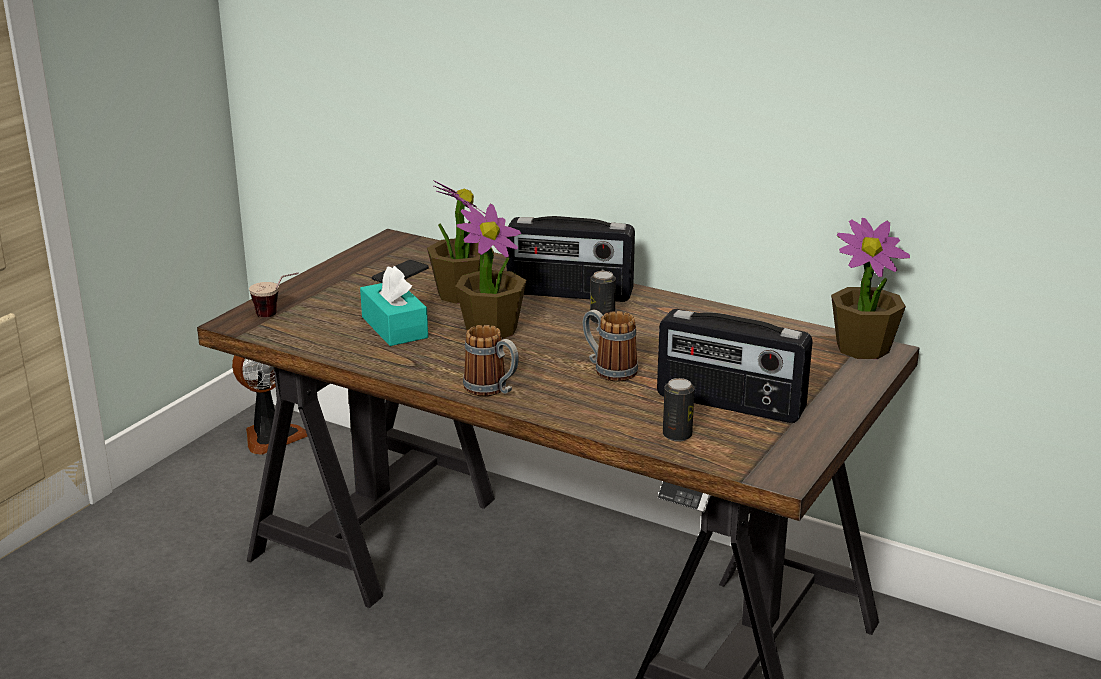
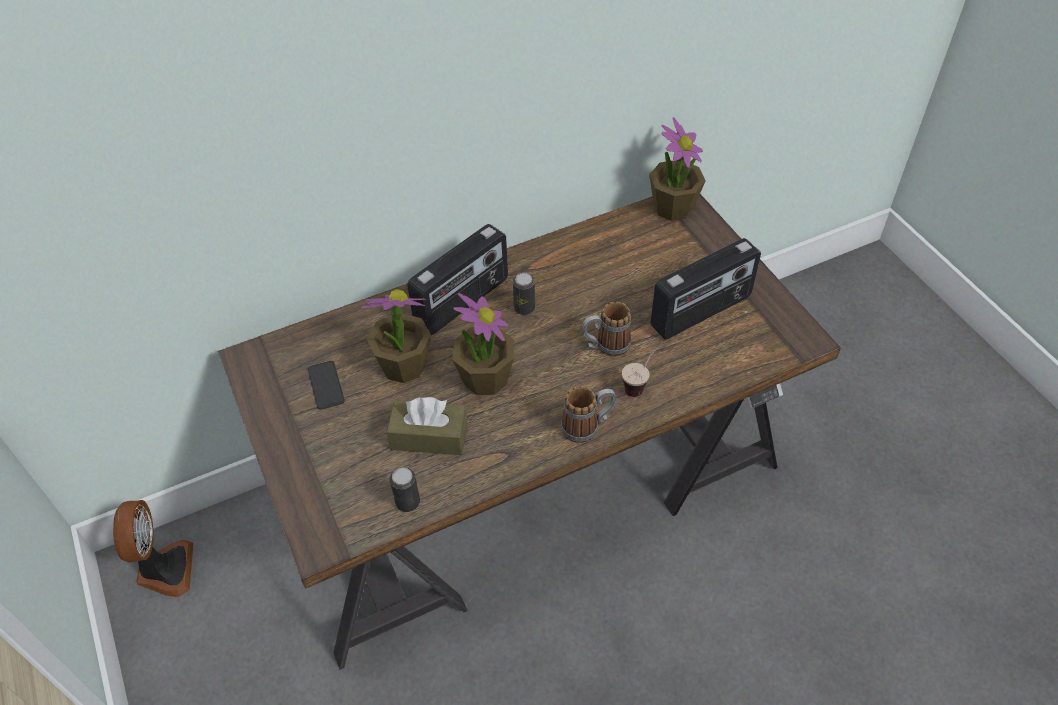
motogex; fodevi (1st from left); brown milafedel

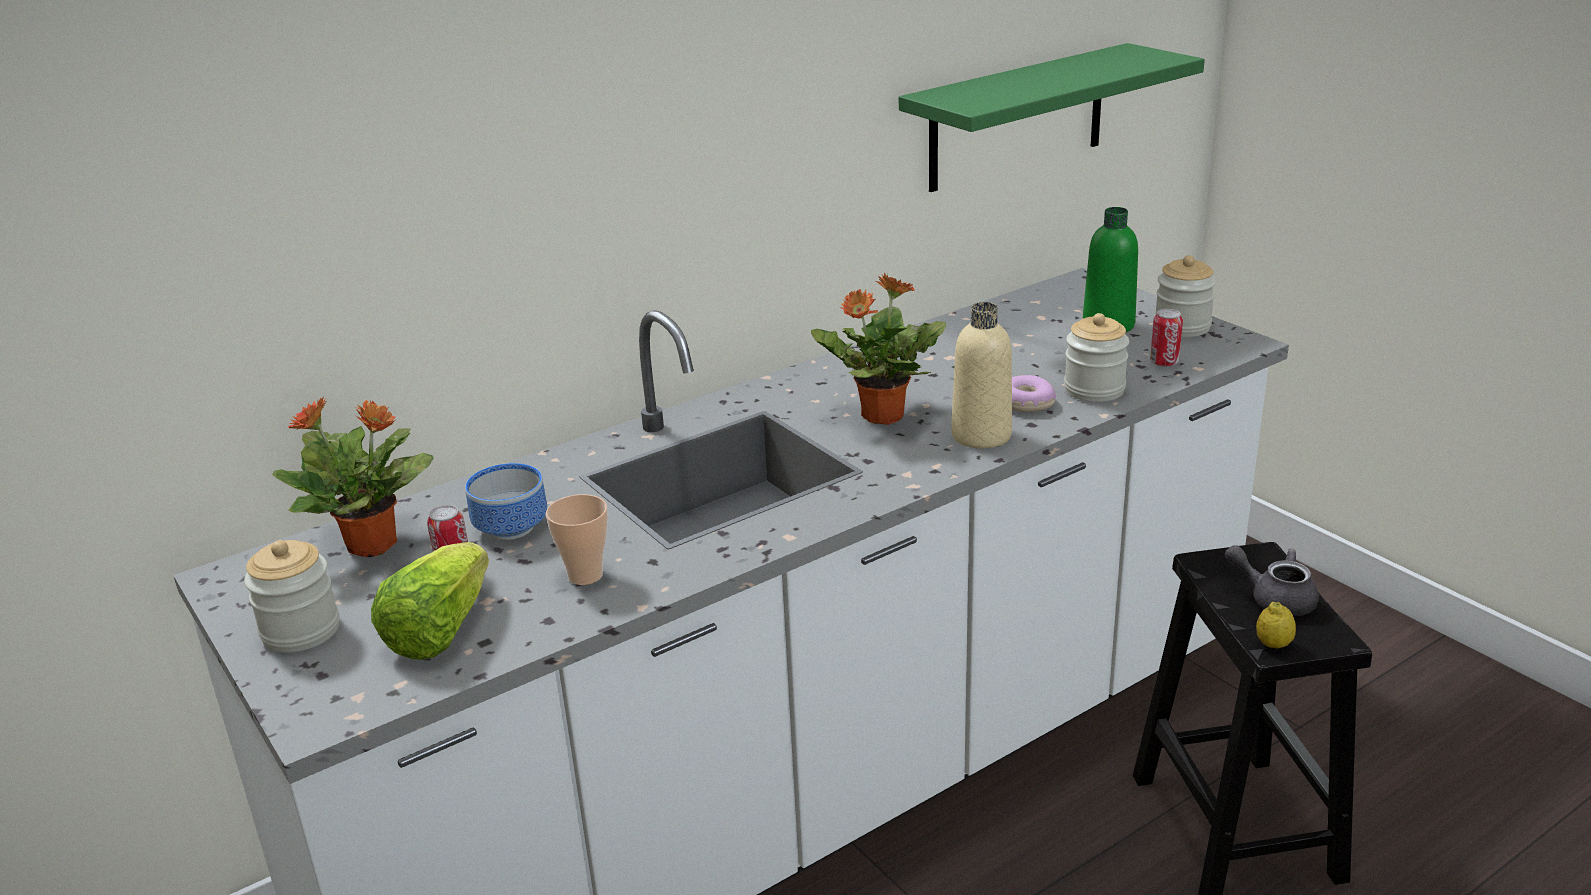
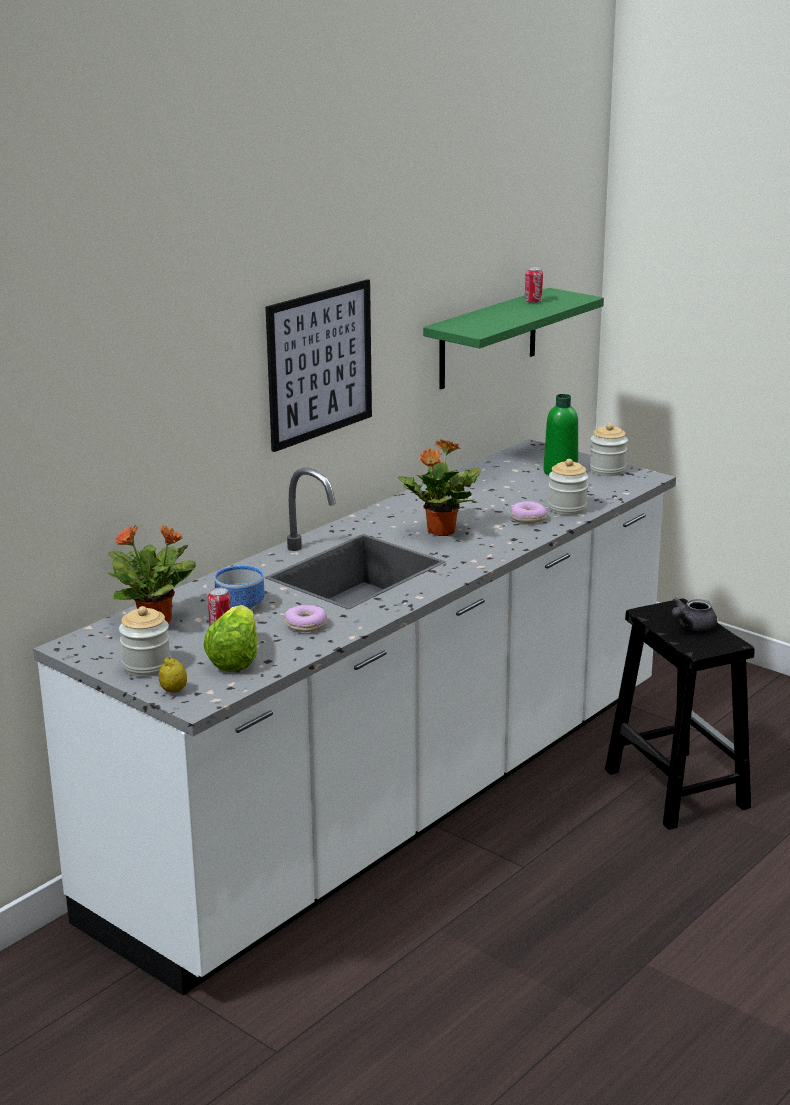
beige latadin; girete; fodevi (2nd from left); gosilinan; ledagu (1st from left); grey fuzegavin

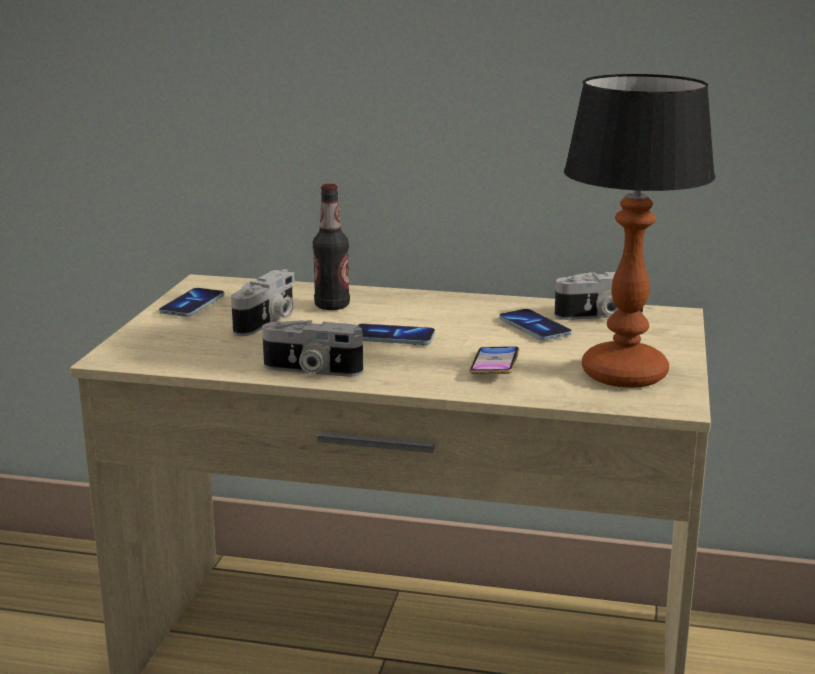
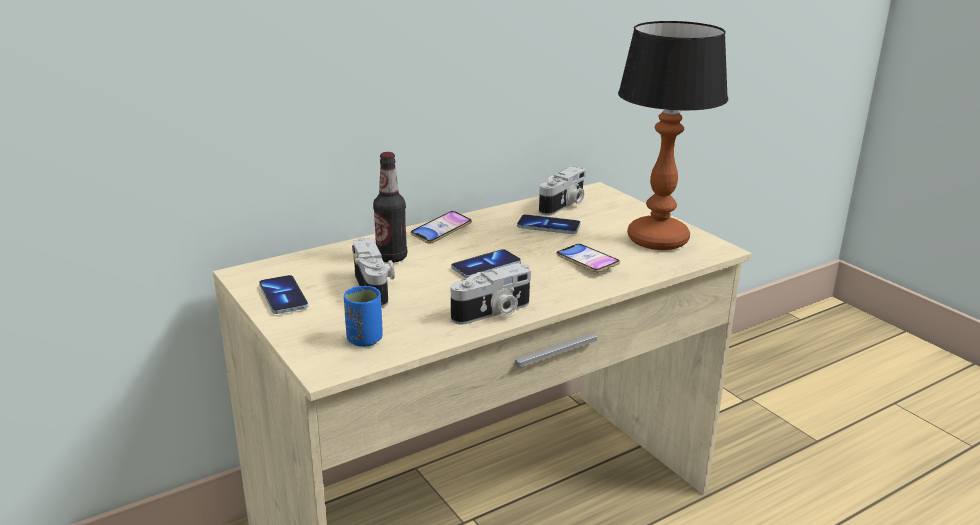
blue motogex; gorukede (2nd from left)

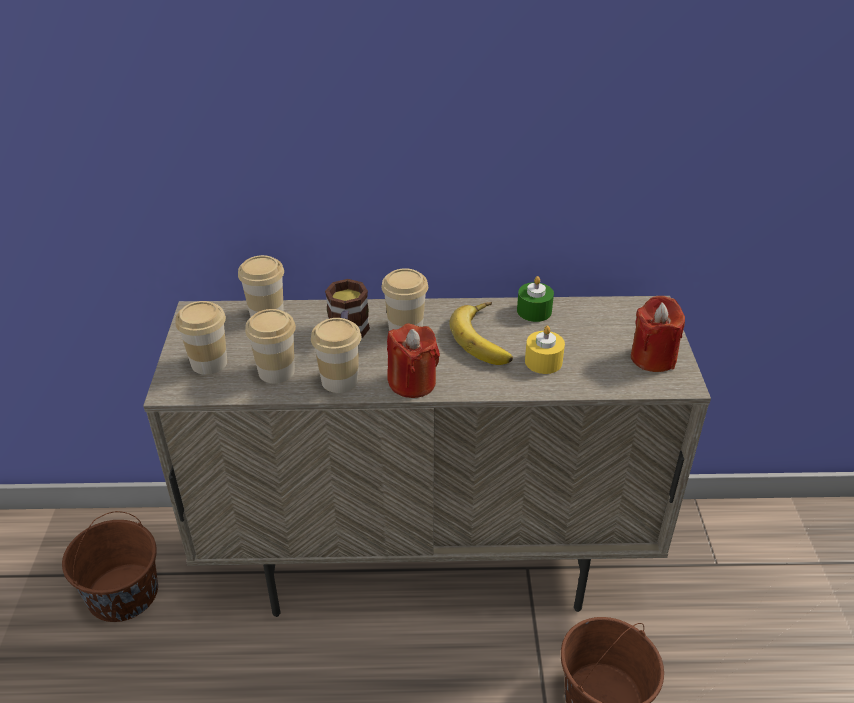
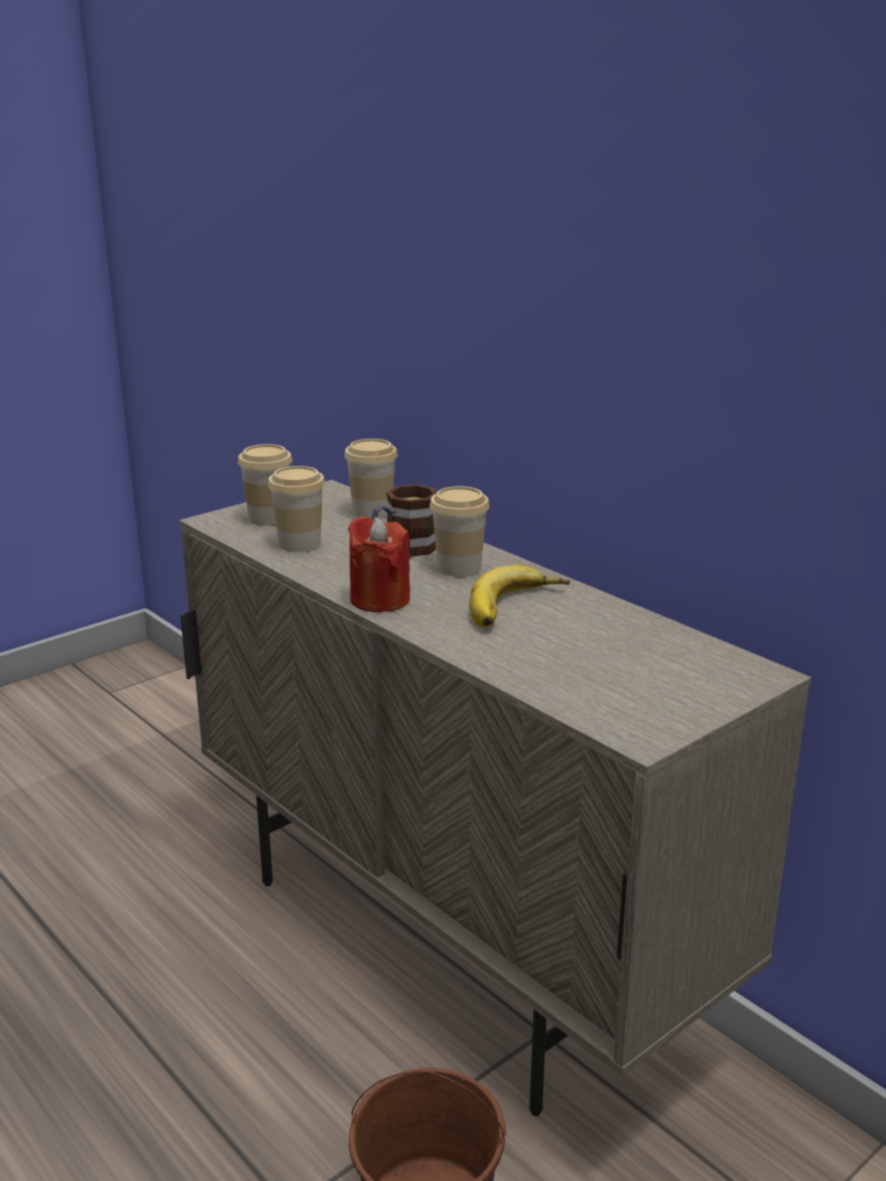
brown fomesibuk (1st from left in the first image); motogex (4th from left in the first image); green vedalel; yellow vedalel; red vedalel (2nd from left in the first image)

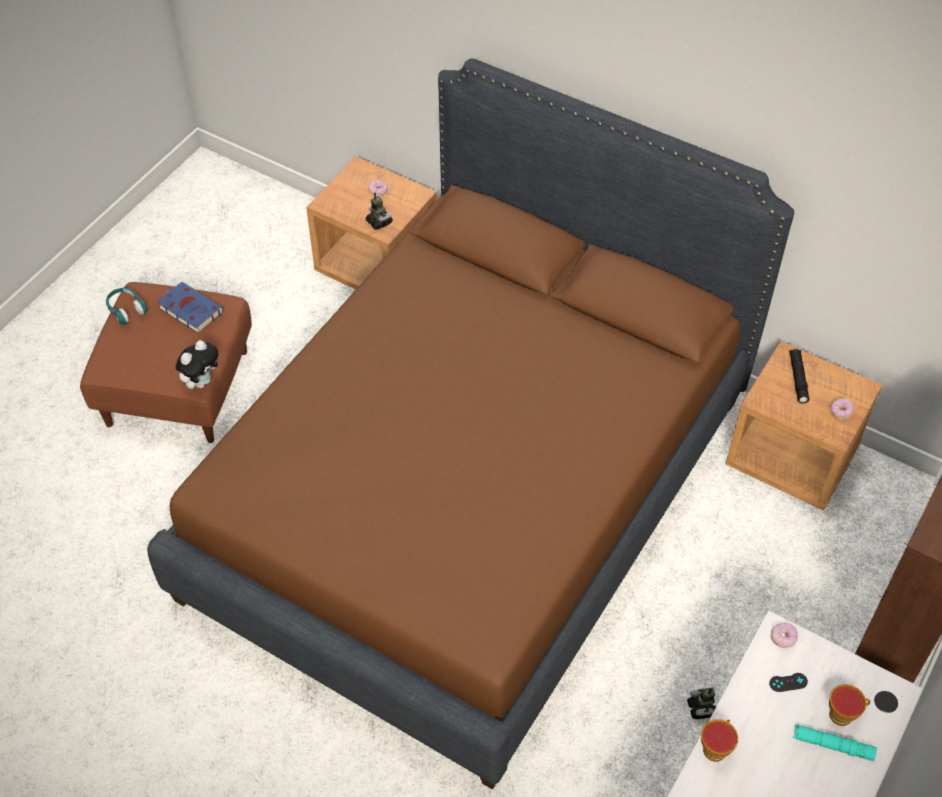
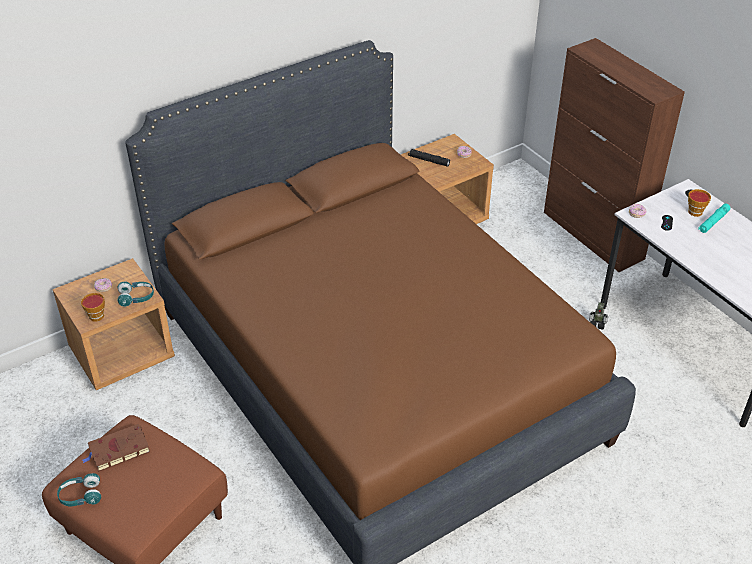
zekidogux; motogex (1st from left); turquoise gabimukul (2nd from left); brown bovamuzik

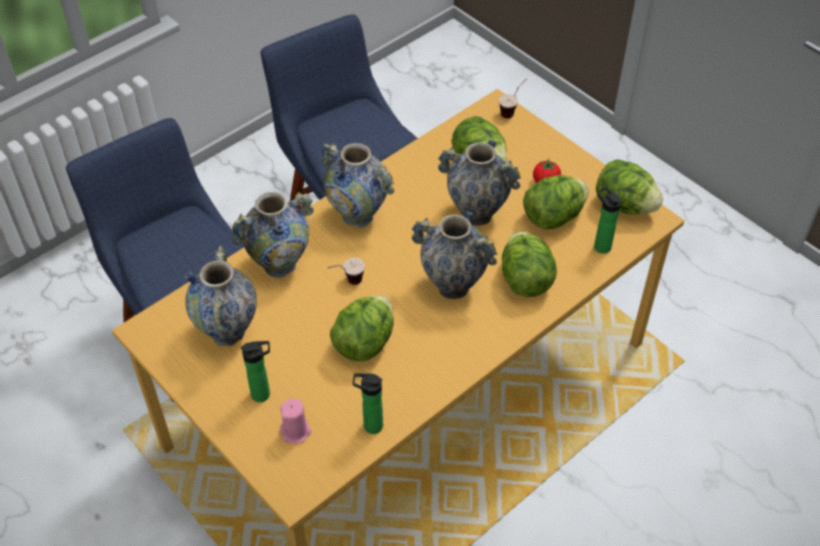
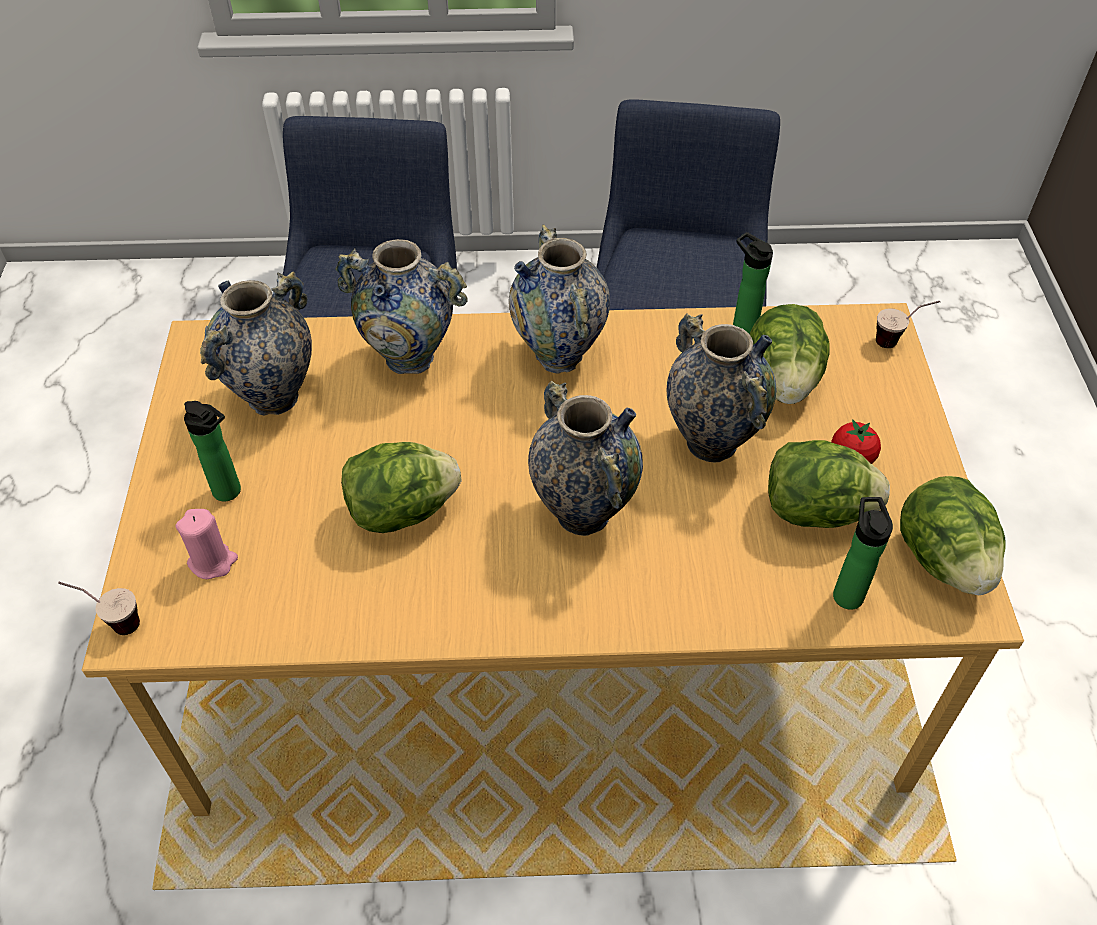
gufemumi (3rd from left in the first image); motogex (1st from left); latadin (2nd from left)

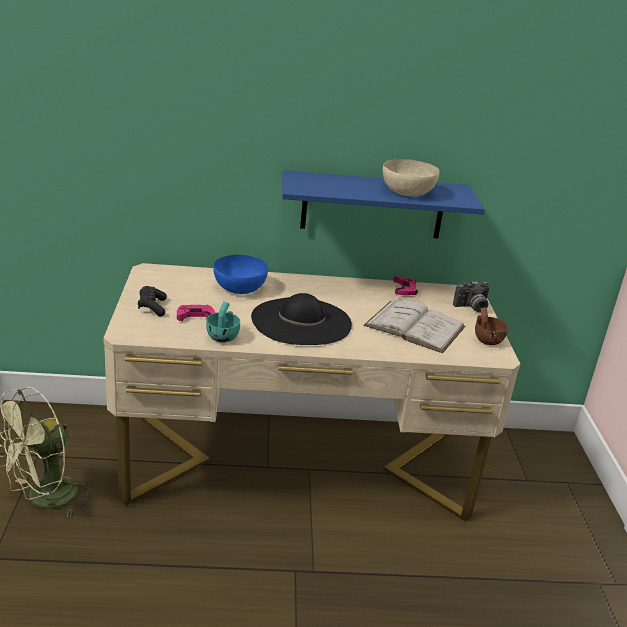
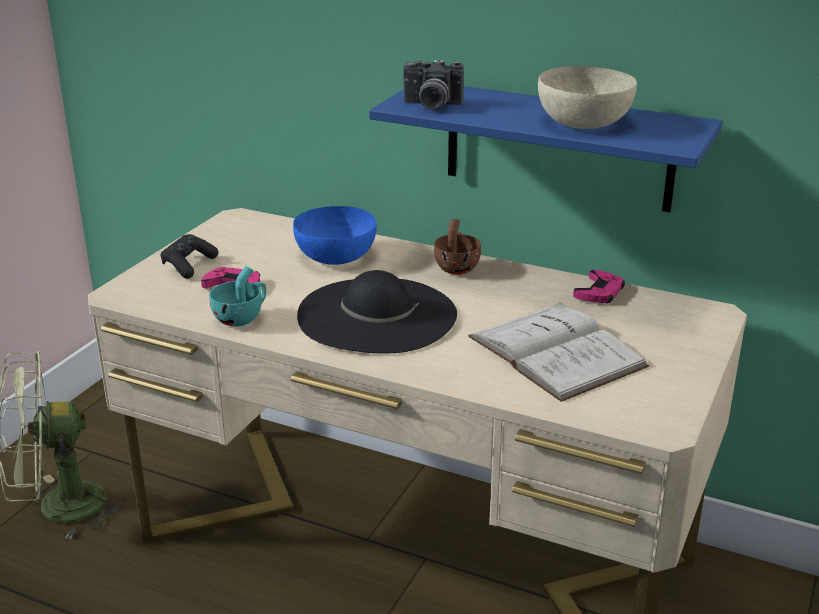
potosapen; brown motogex

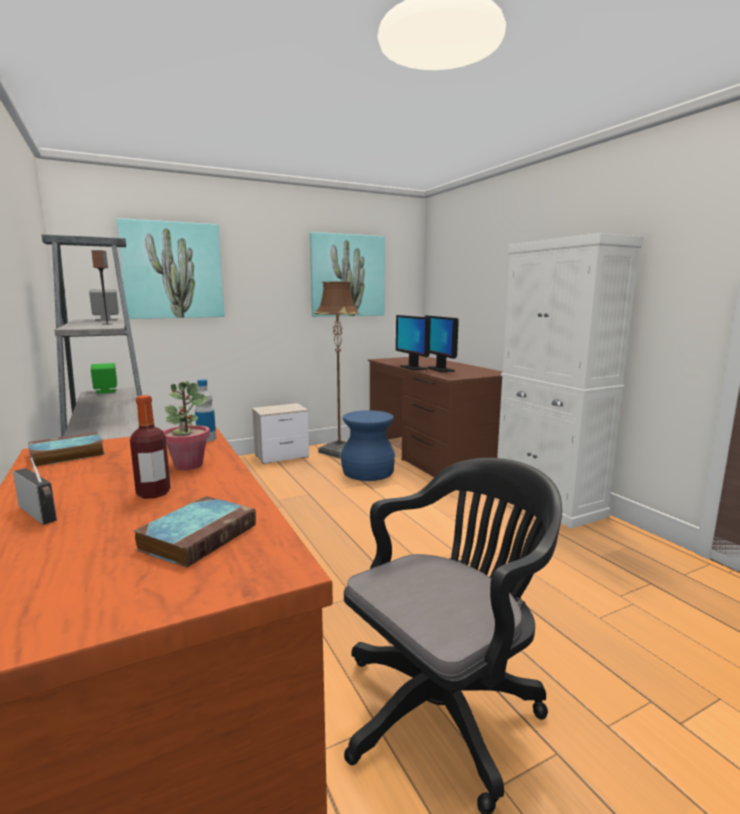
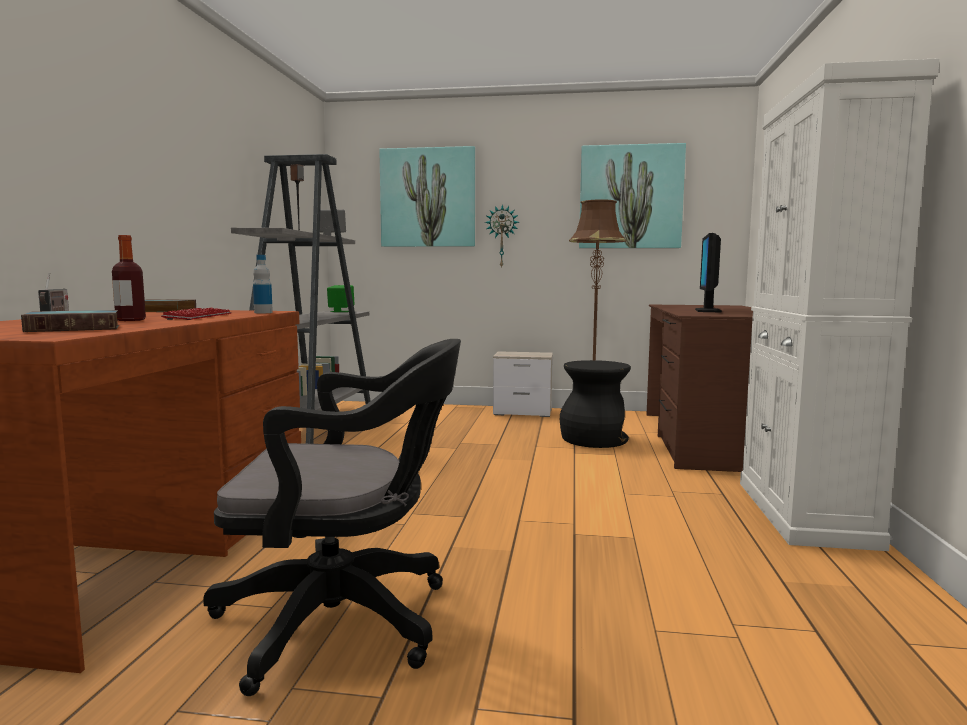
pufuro (1st from left in the first image); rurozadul; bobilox; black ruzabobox

